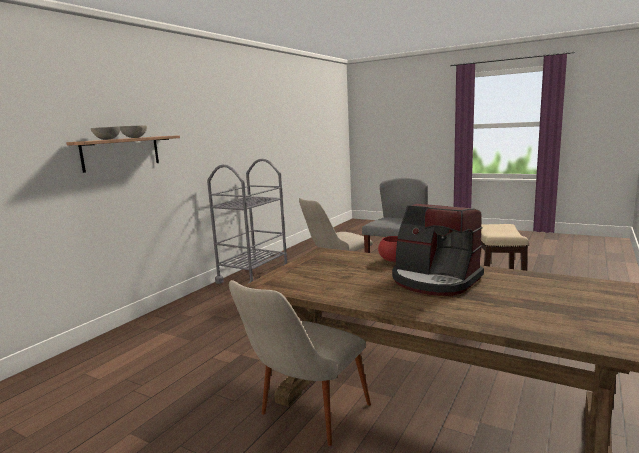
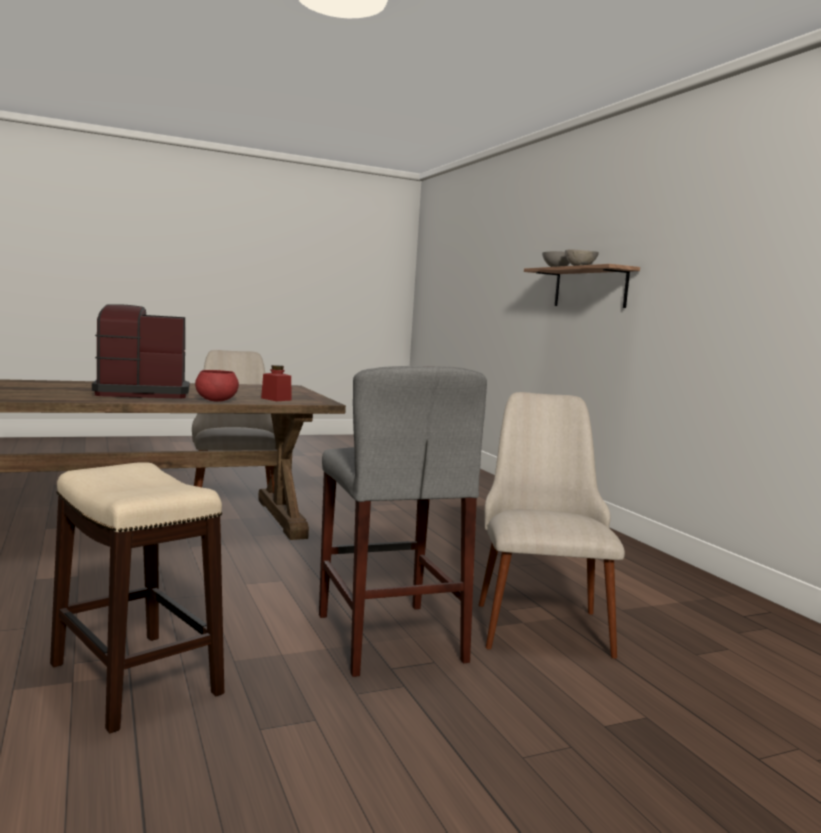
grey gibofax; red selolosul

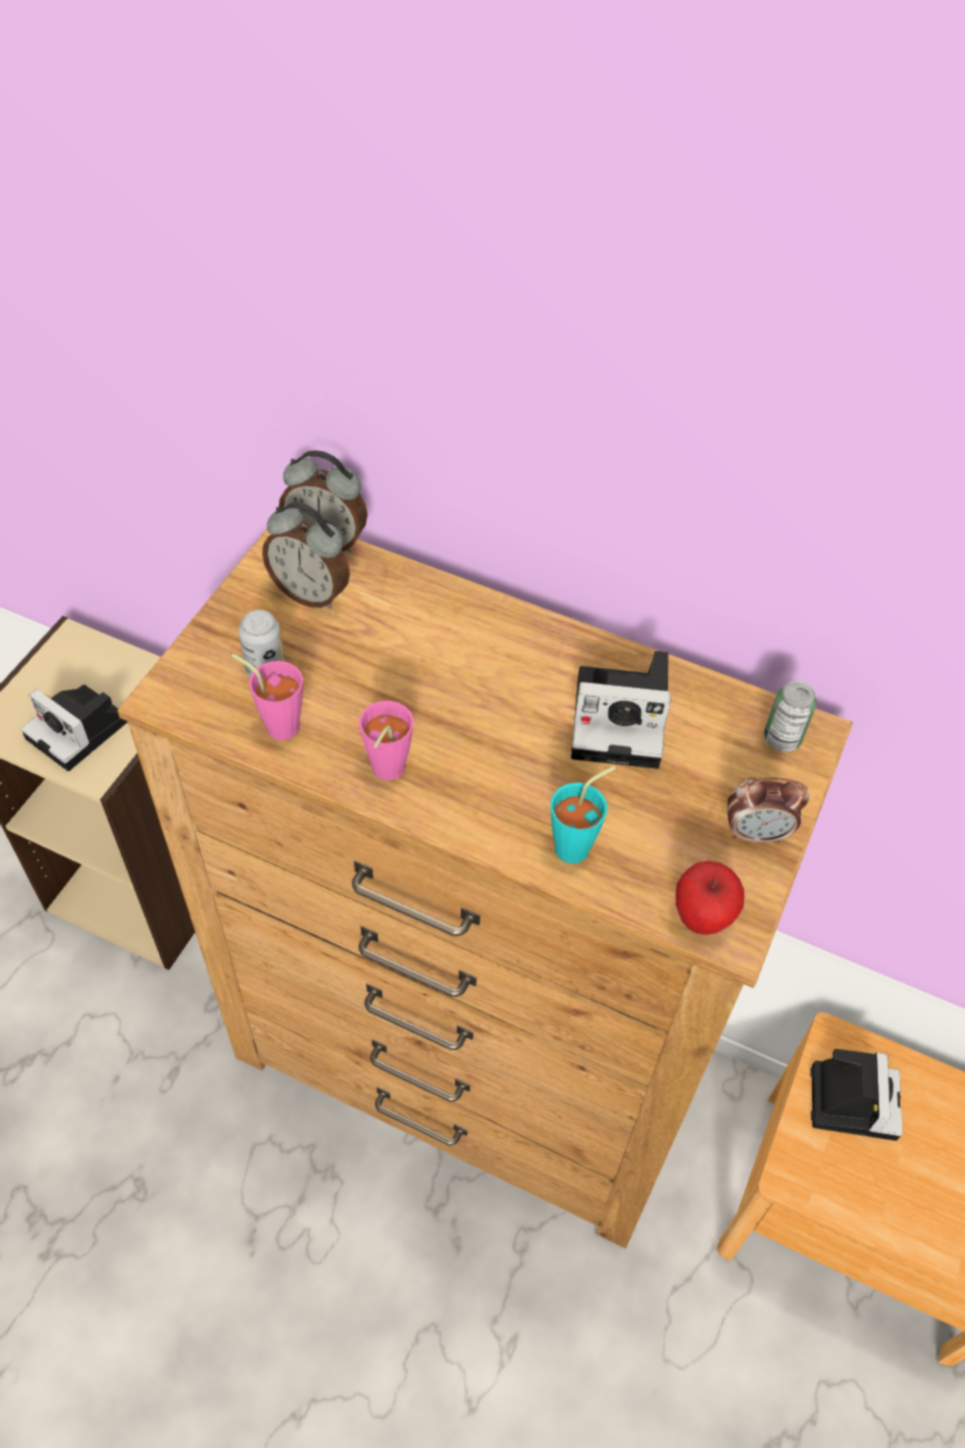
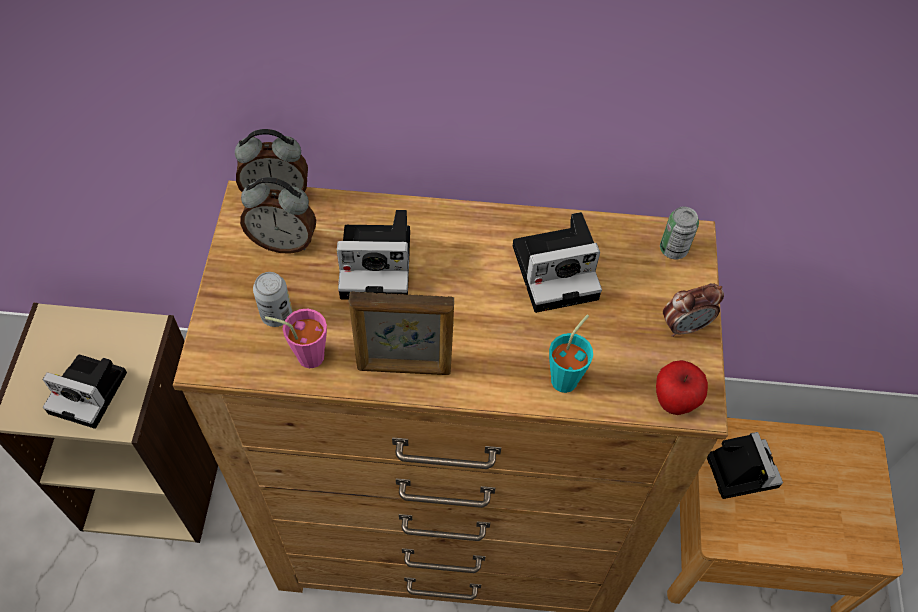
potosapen (2nd from left); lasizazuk

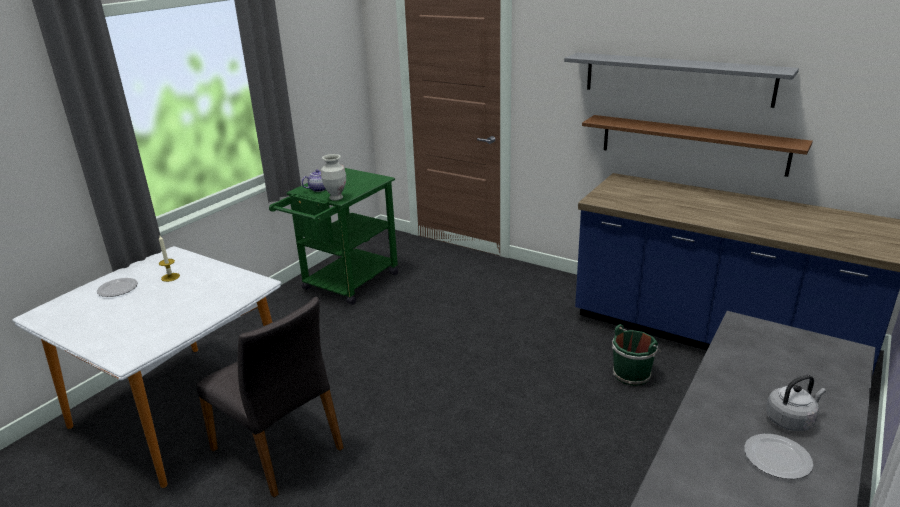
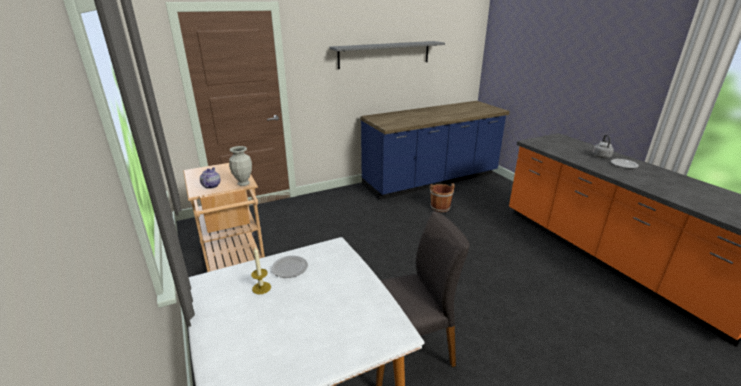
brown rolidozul; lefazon (1st from left); beige gibofax; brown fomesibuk

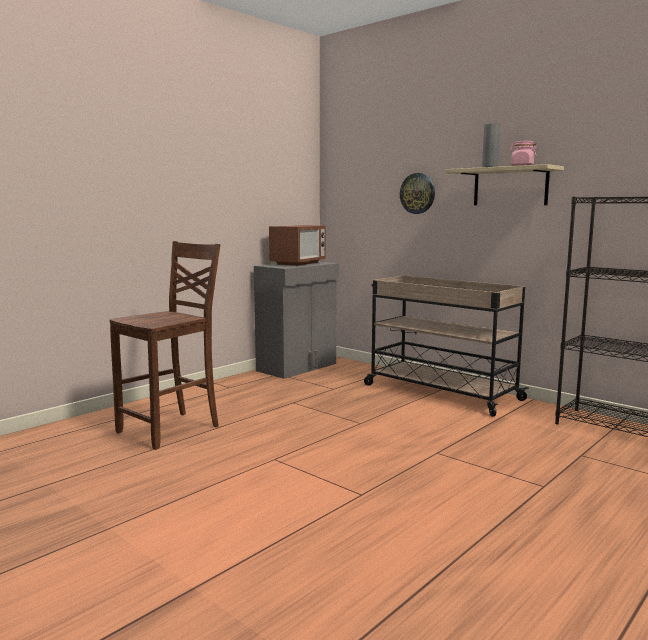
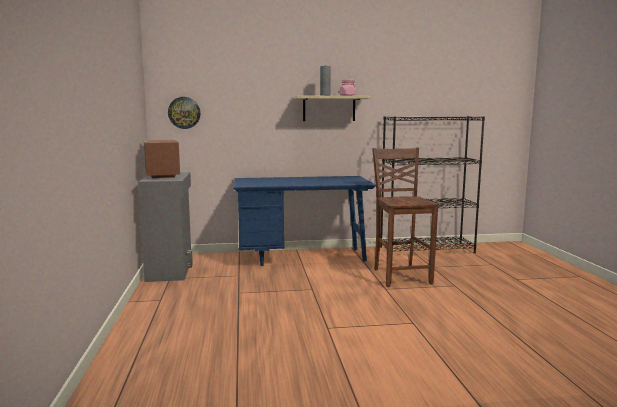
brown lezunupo; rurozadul; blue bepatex

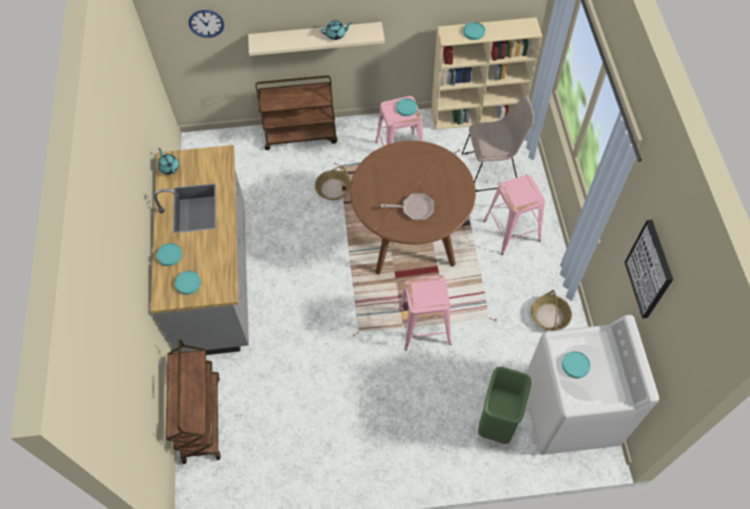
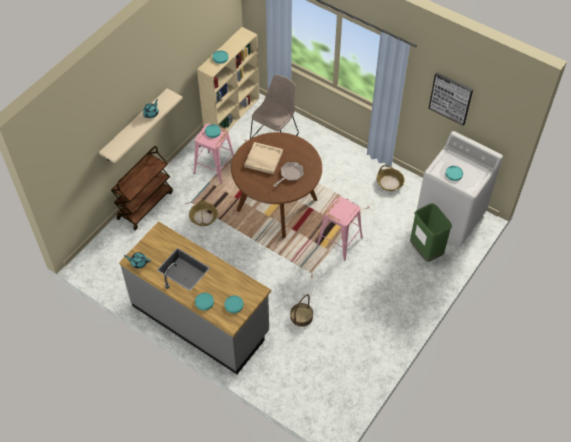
brown gibofax (1st from left in the first image); rurozadul; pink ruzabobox (3rd from left in the first image); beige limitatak; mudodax (2nd from left)

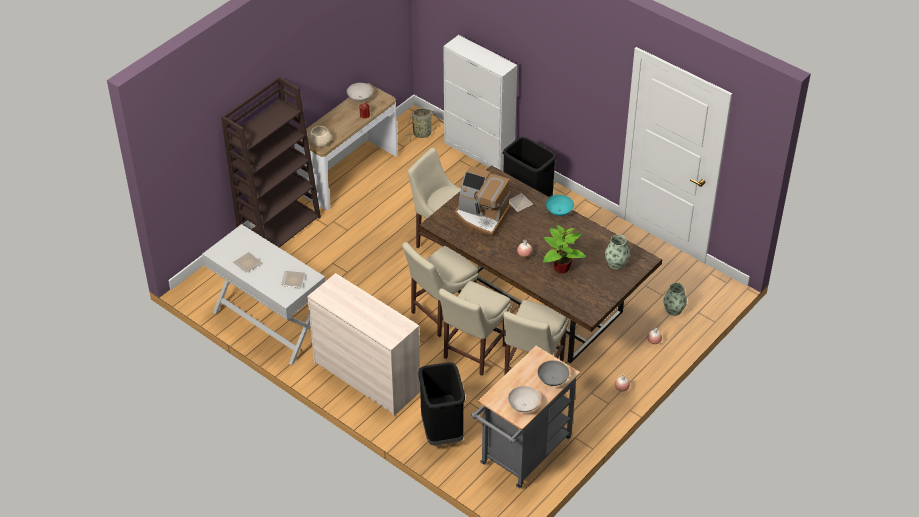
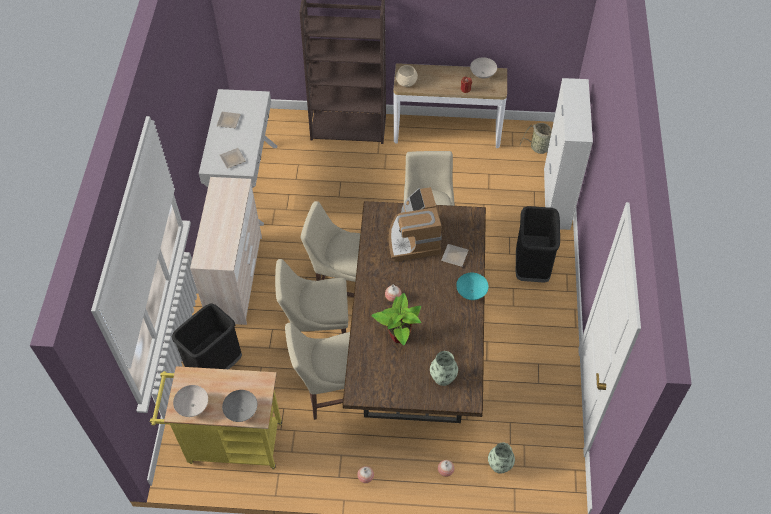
yellow gibofax

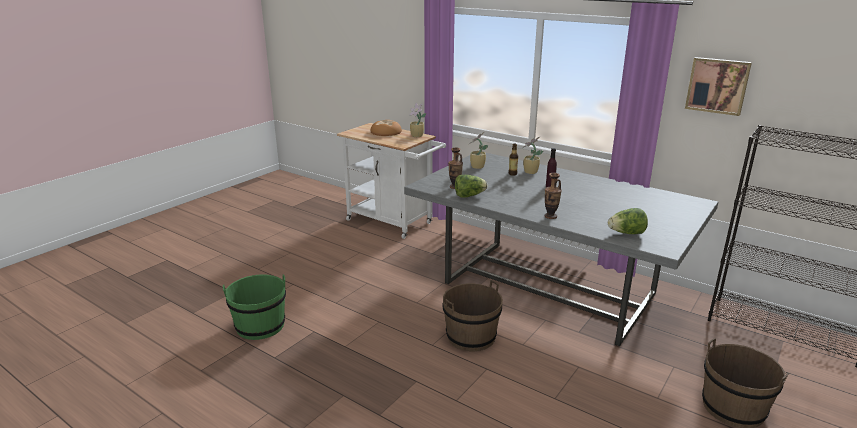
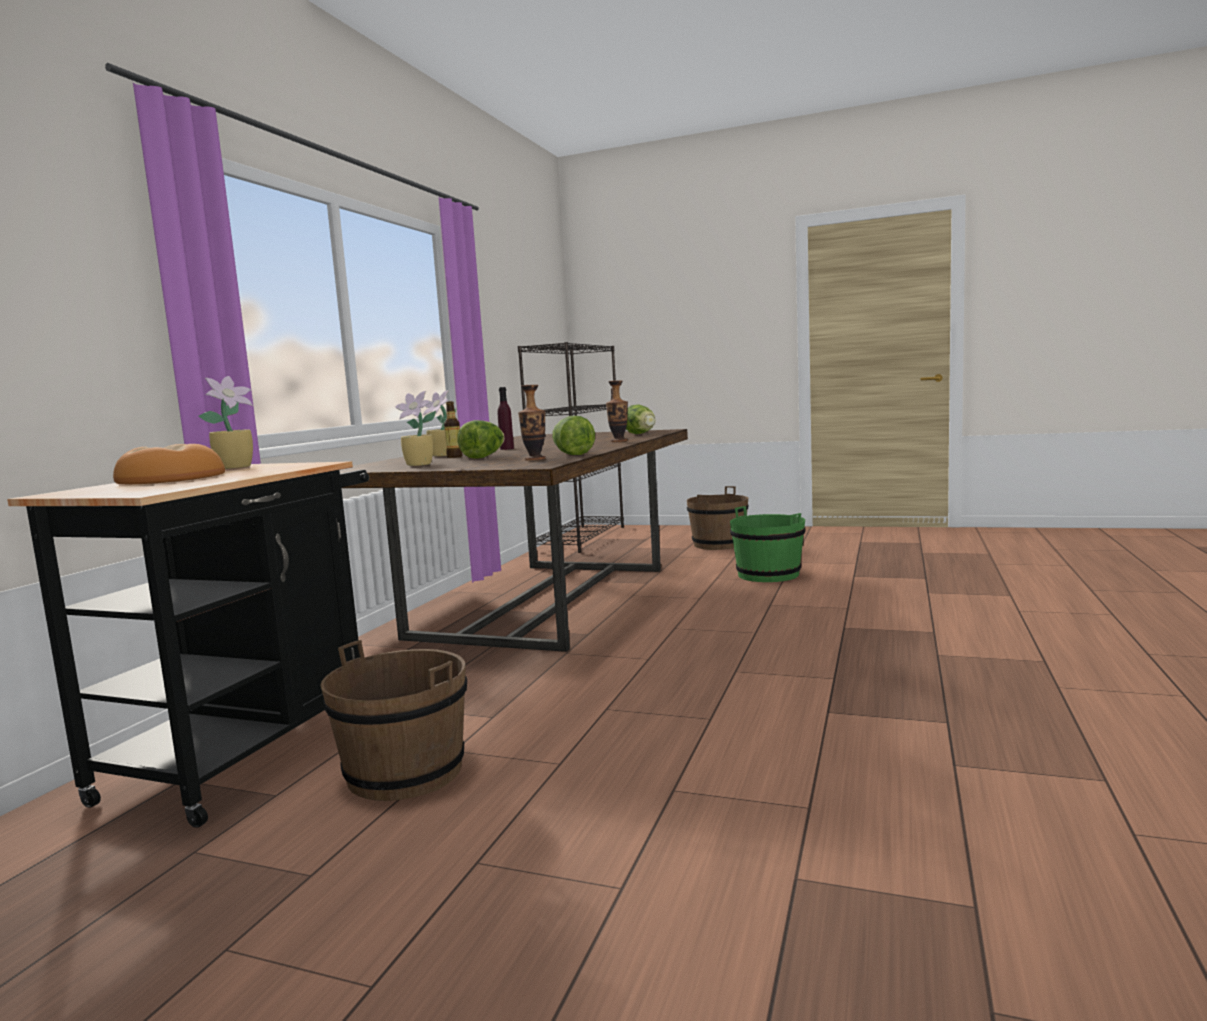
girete; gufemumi (1st from left); green fomesibuk; brown fomesibuk (1st from left); black gibofax; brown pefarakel

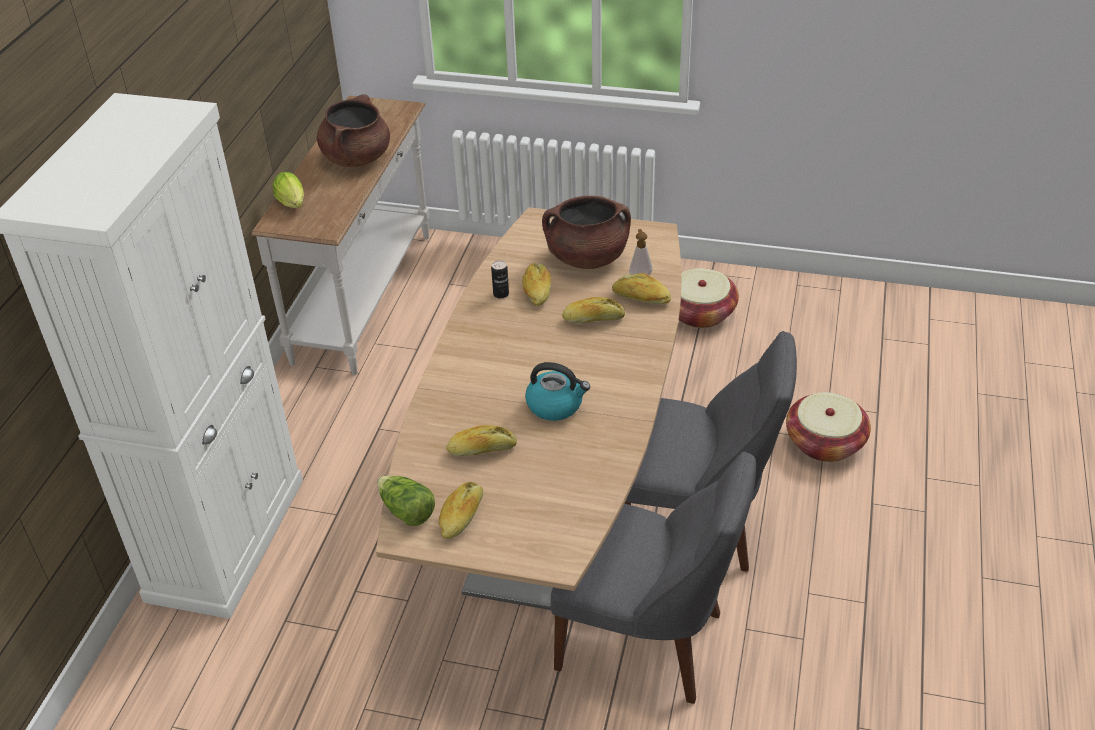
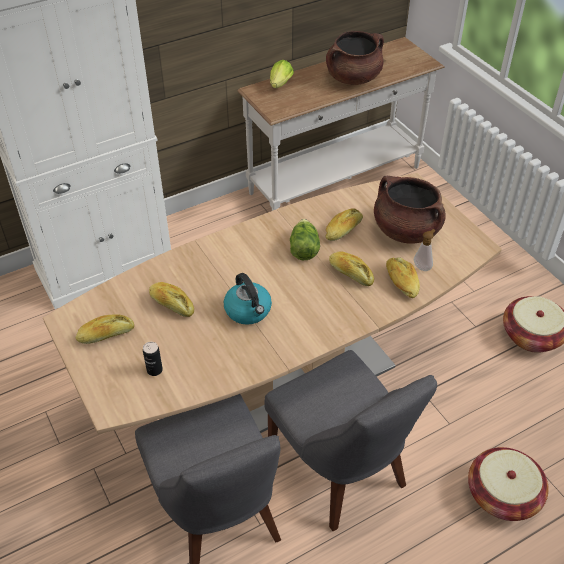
gufemumi (2nd from left); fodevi

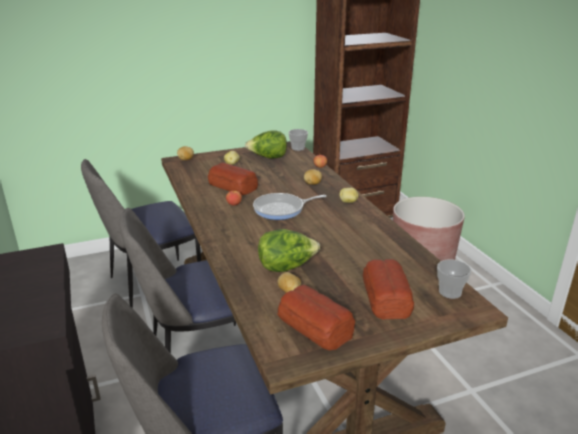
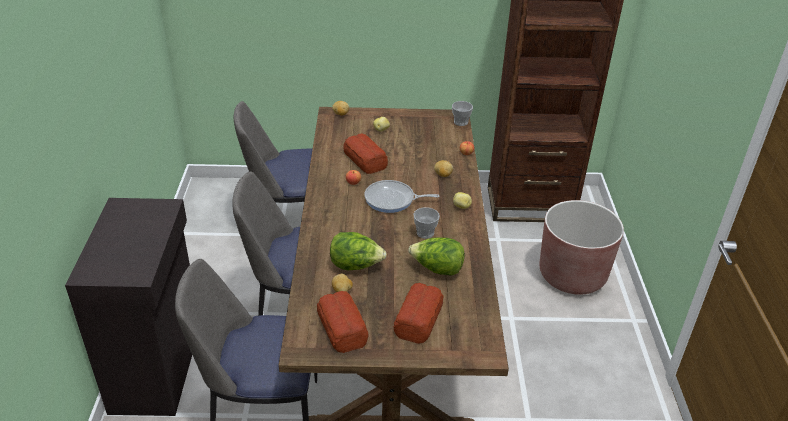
gufemumi (2nd from left); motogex (1st from left)

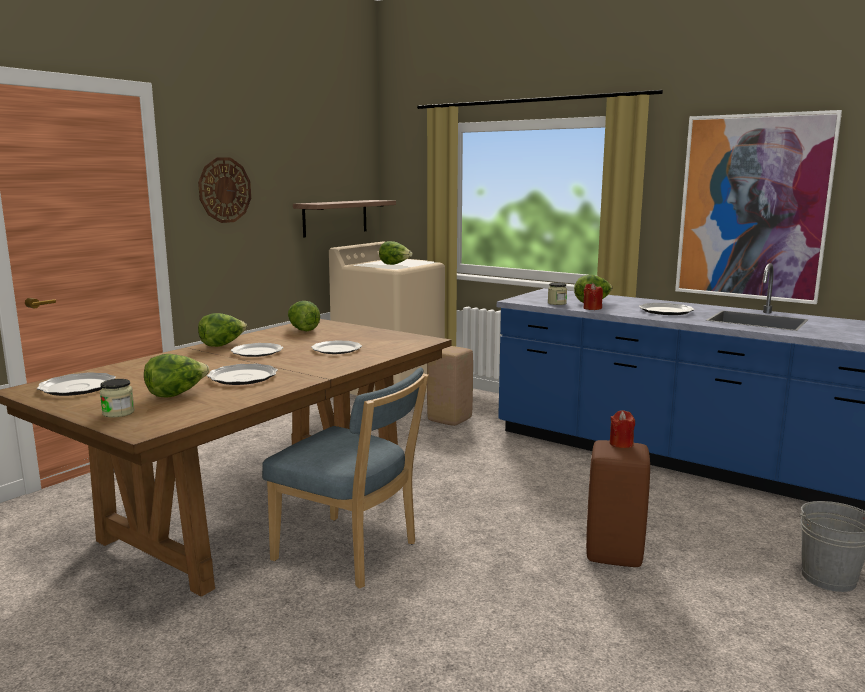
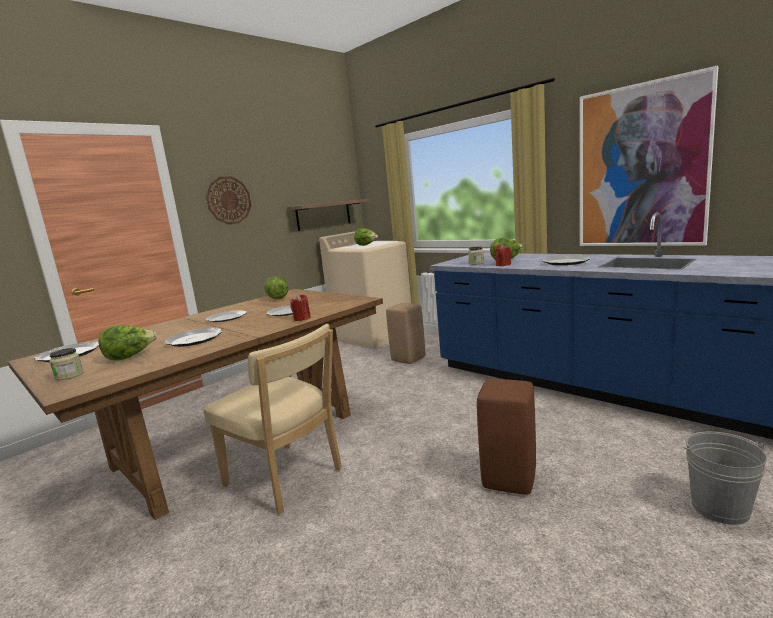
gufemumi (2nd from left in the first image); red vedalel (1st from left); beige lezunupo

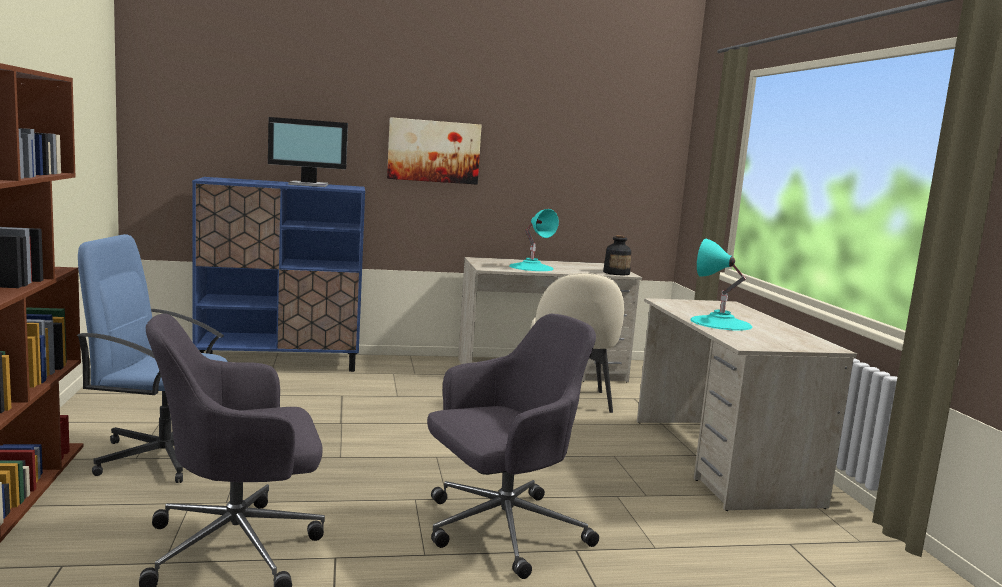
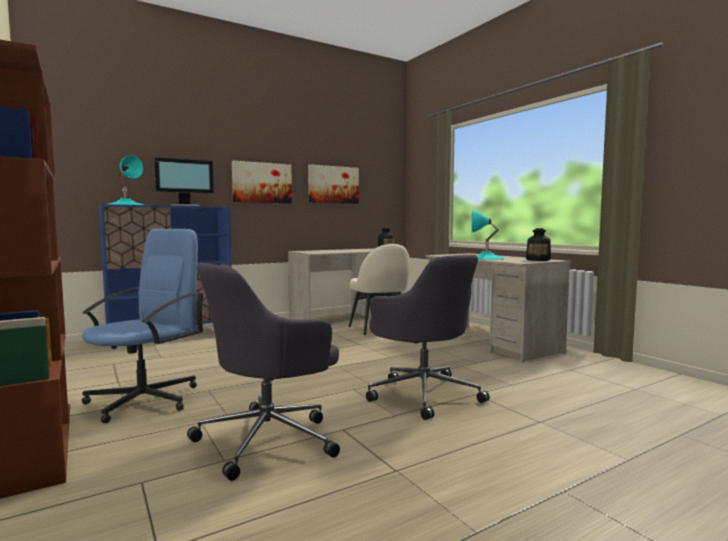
girete (2nd from left); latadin (2nd from left); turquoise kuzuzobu (1st from left); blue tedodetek; grey tedodetek (2nd from left)

